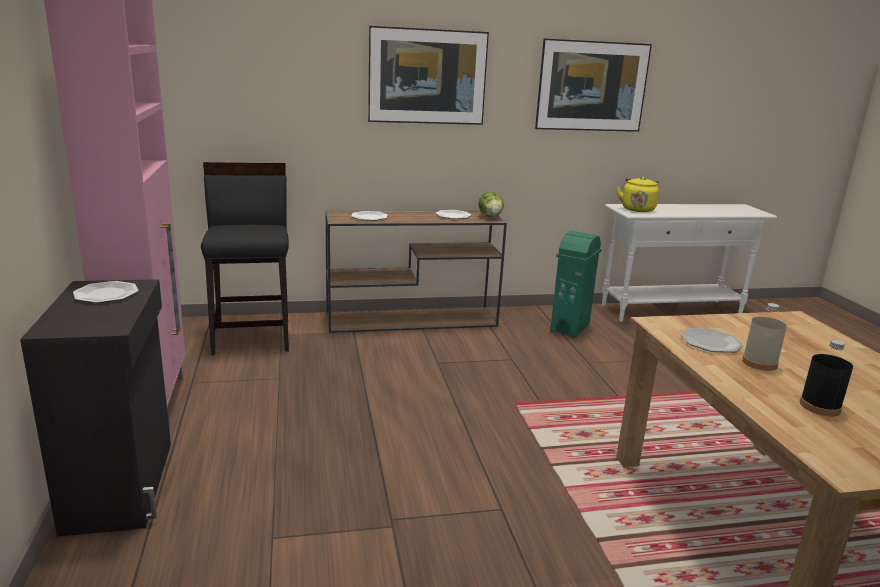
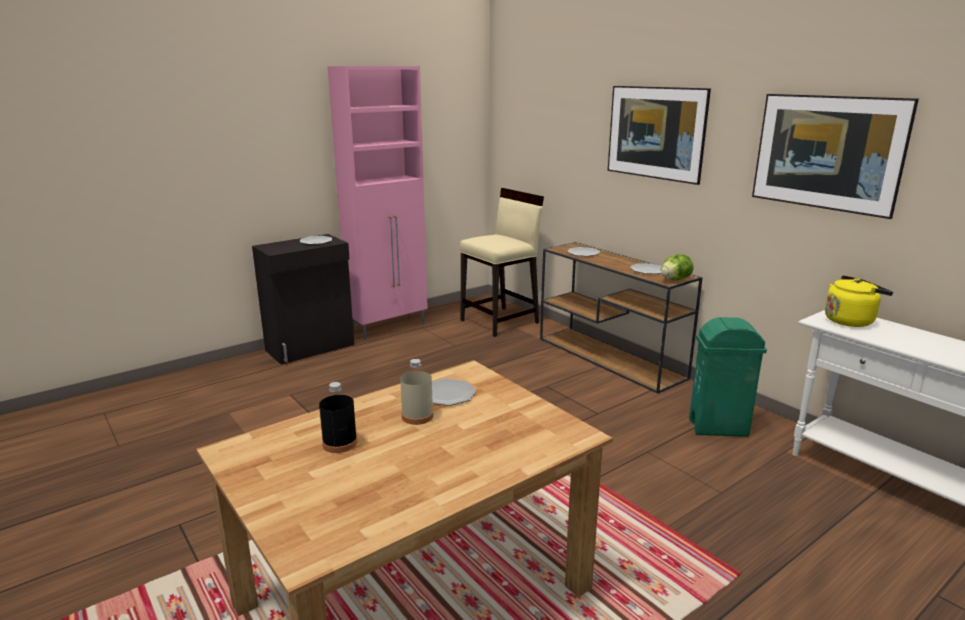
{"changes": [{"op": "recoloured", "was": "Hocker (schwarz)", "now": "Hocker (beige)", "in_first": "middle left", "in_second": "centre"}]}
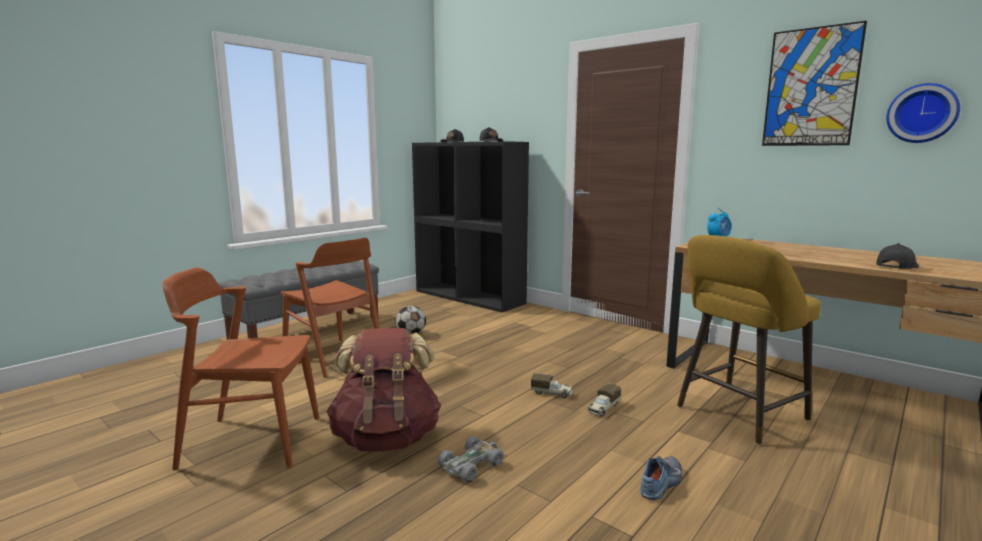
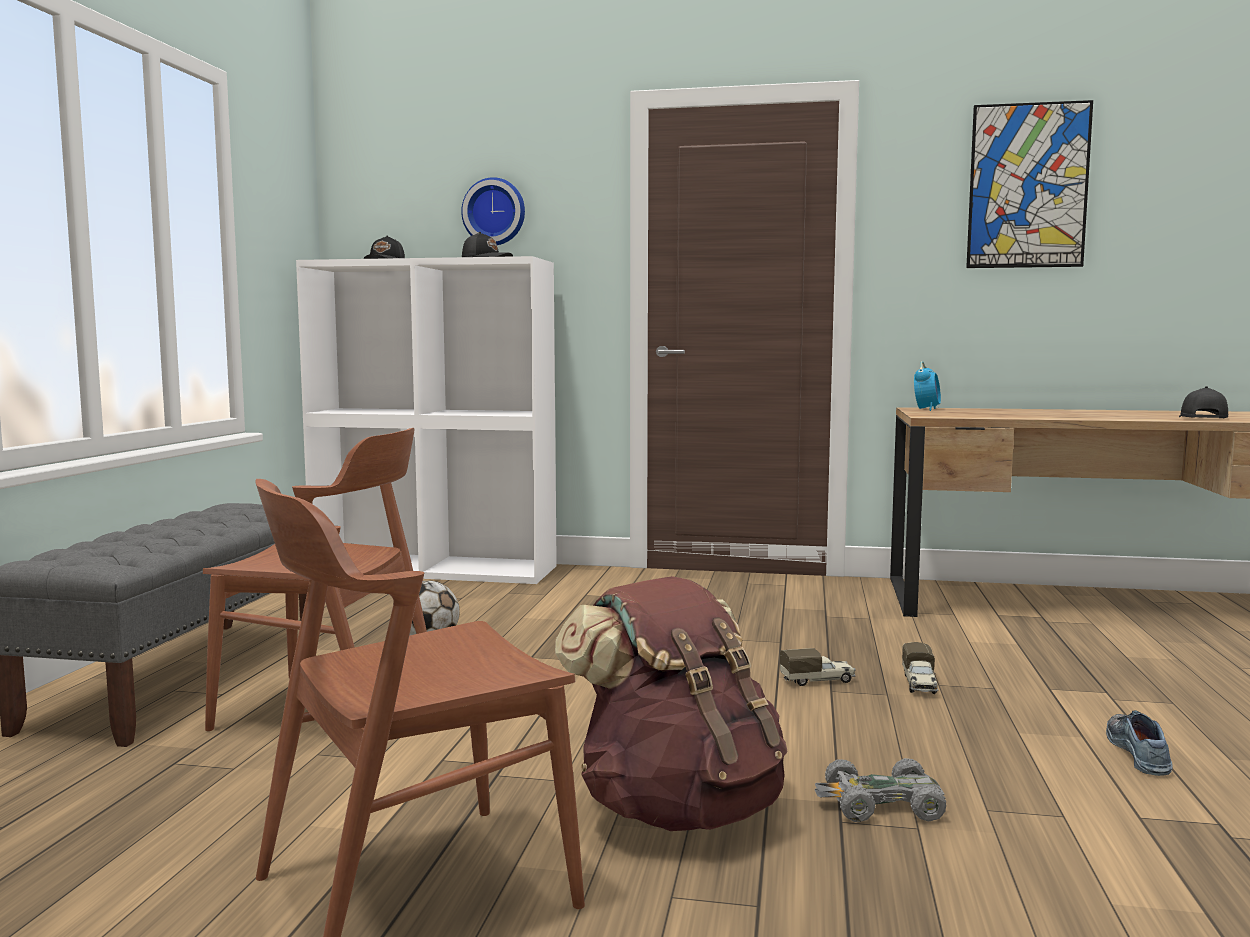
{"changes": [{"op": "recoloured", "was": "Bücherregal (schwarz)", "now": "Bücherregal (weiß)", "in_first": "centre", "in_second": "centre"}, {"op": "turned", "was": "Spielzeugauto (grau)", "in_first": "bottom centre", "in_second": "bottom right", "clockwise": -105}, {"op": "removed", "was": "Hocker (gelb)", "in_first": "middle right"}, {"op": "moved", "was": "Wanduhr", "in_first": "top right", "in_second": "top centre"}]}
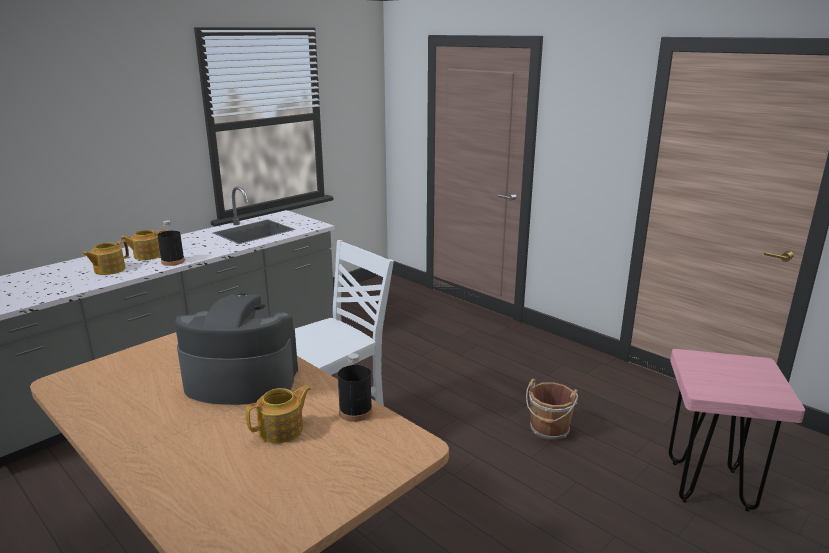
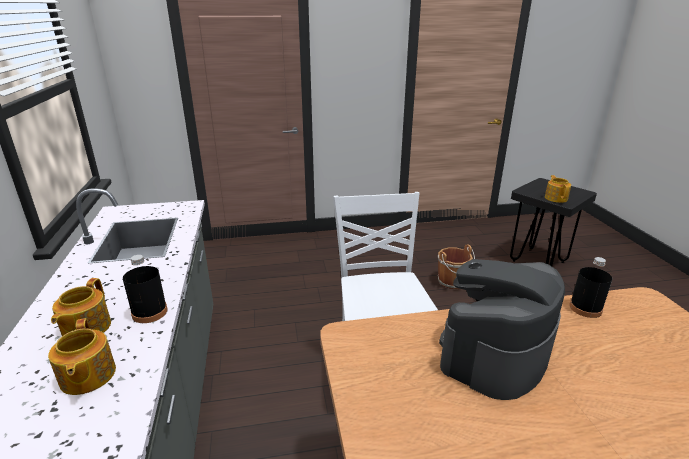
{"changes": [{"op": "moved", "was": "Teekanne (3rd from left)", "in_first": "bottom centre", "in_second": "middle right"}, {"op": "recoloured", "was": "Hocker (rosa)", "now": "Hocker (schwarz)", "in_first": "bottom right", "in_second": "middle right"}]}
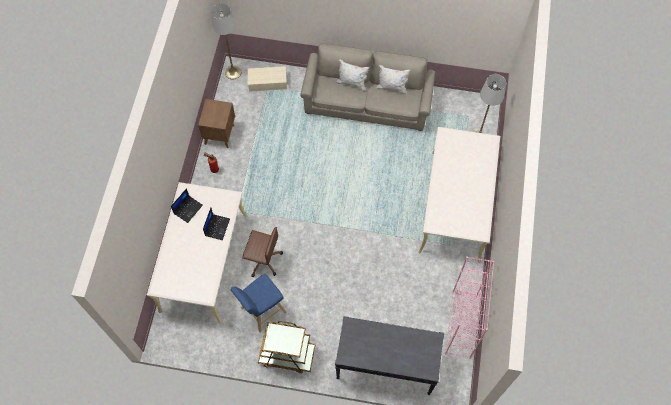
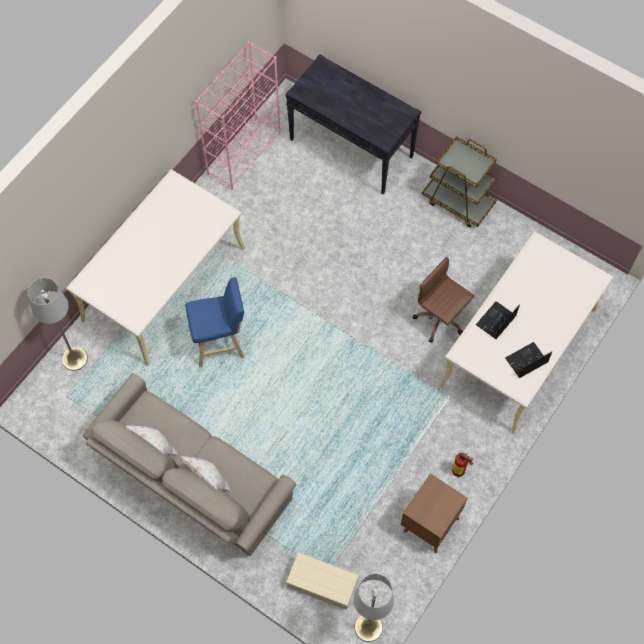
{"changes": [{"op": "moved", "was": "Hocker (blau)", "in_first": "bottom centre", "in_second": "centre"}]}
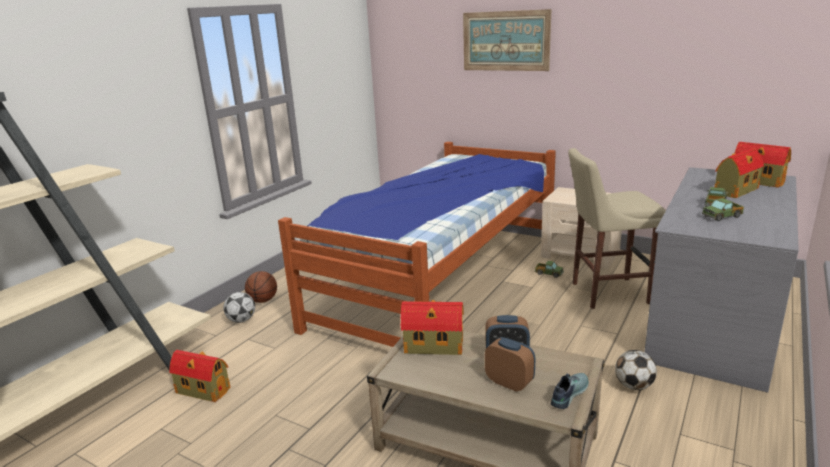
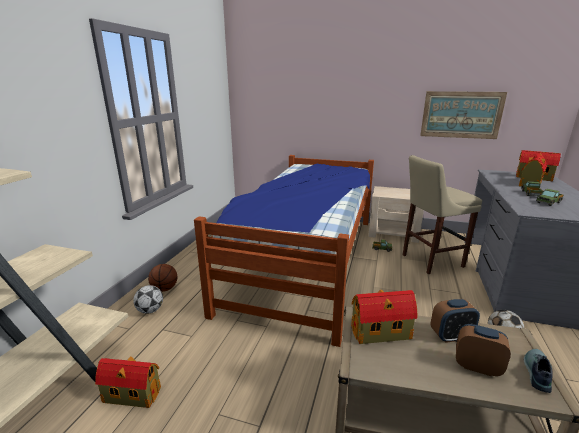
{"changes": [{"op": "moved", "was": "Bild", "in_first": "top centre", "in_second": "top right"}]}
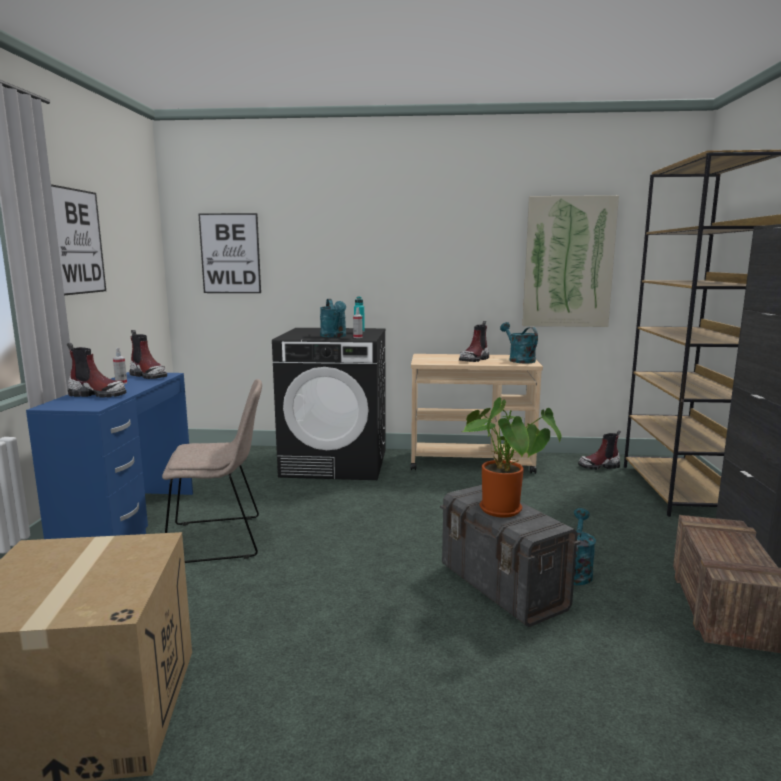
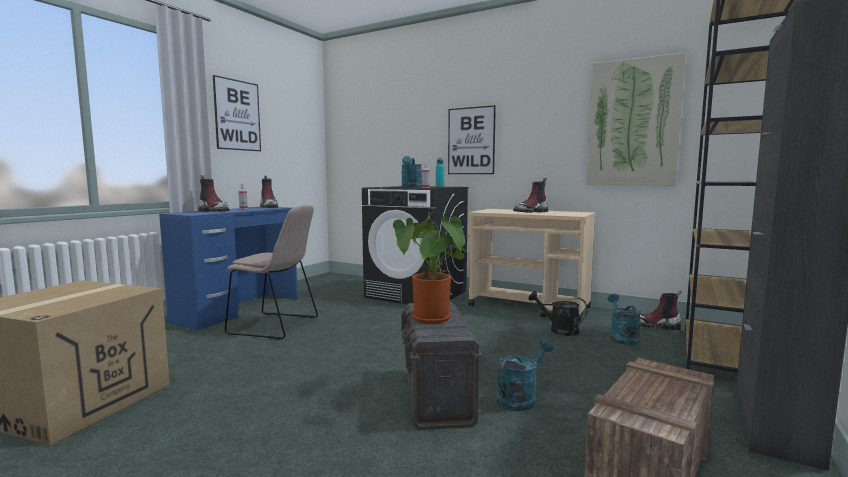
{"changes": [{"op": "moved", "was": "Bild (2nd from left)", "in_first": "top left", "in_second": "top centre"}, {"op": "moved", "was": "Gießkanne (türkis) (2nd from left in the first image)", "now": "Gießkanne (türkis) (3rd from left)", "in_first": "centre", "in_second": "bottom right"}, {"op": "added", "now": "Gießkanne (schwarz)", "in_second": "centre"}]}
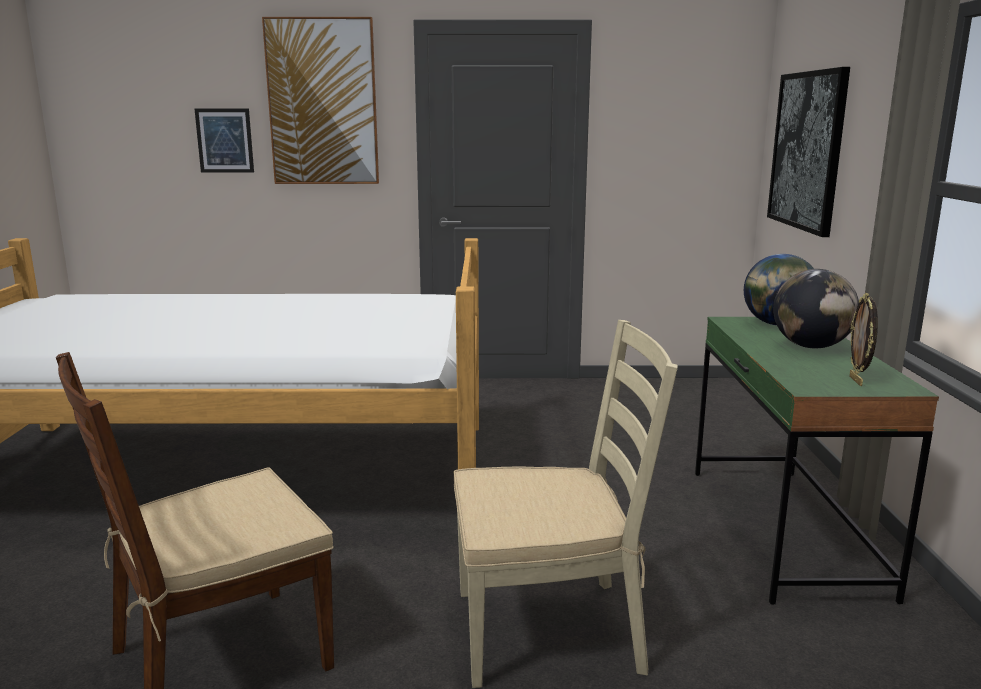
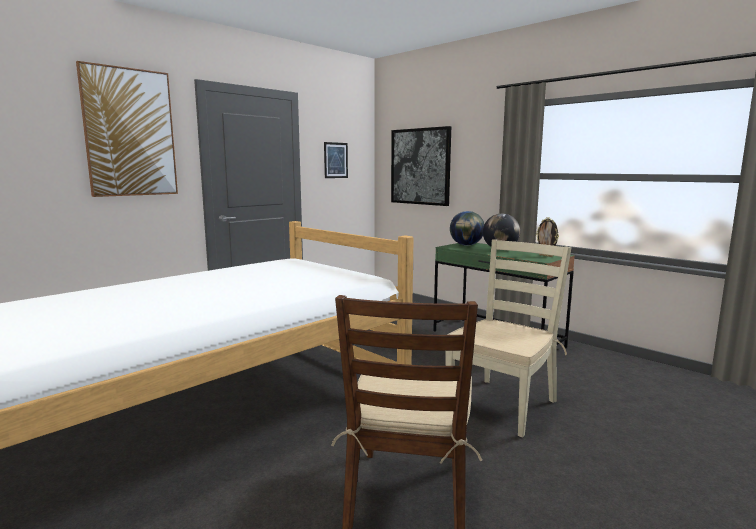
{"changes": [{"op": "moved", "was": "Bild (1st from left in the first image)", "now": "Bild (2nd from left)", "in_first": "top left", "in_second": "top centre"}]}
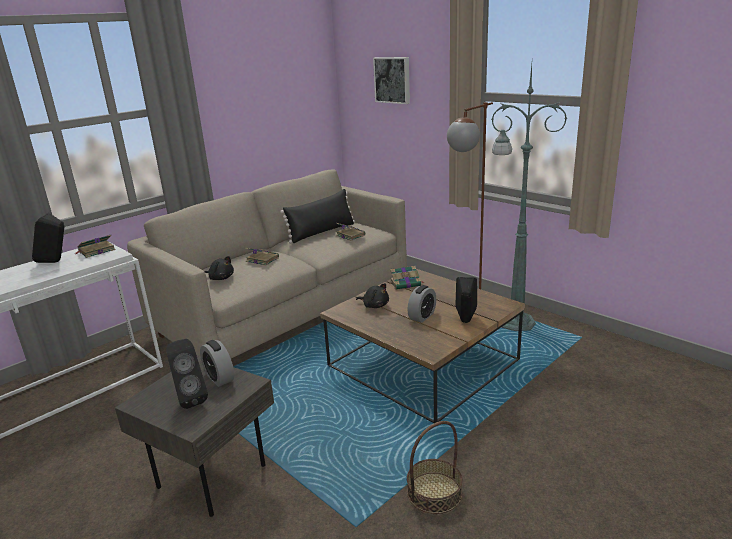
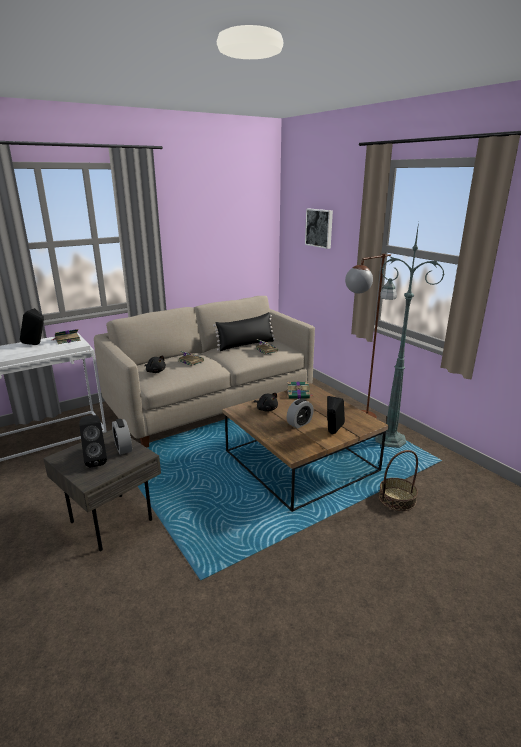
{"changes": [{"op": "moved", "was": "Korb", "in_first": "bottom centre", "in_second": "middle right"}]}
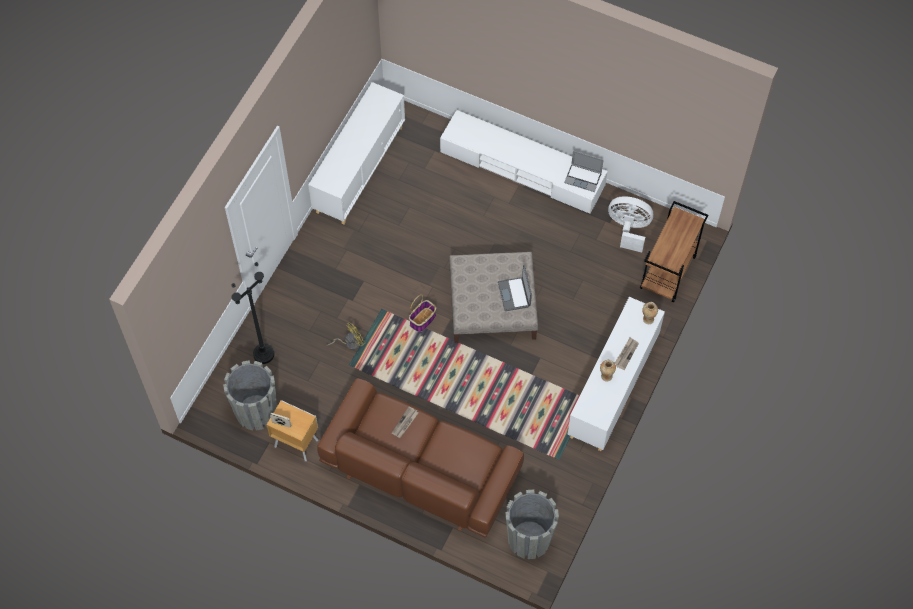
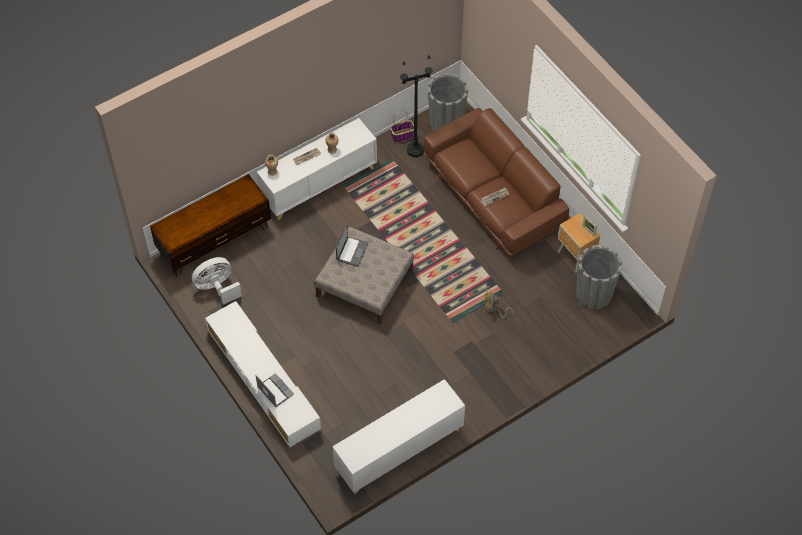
{"changes": [{"op": "moved", "was": "Stehlampe (schwarz)", "in_first": "middle left", "in_second": "top centre"}, {"op": "moved", "was": "Korb", "in_first": "centre", "in_second": "top centre"}, {"op": "moved", "was": "Laptop (2nd from left in the first image)", "now": "Laptop (1st from left)", "in_first": "top centre", "in_second": "bottom centre"}, {"op": "turned", "was": "Ventilator (weiß)", "in_first": "middle right", "in_second": "middle left", "clockwise": 105}, {"op": "replaced", "was": "Rollwagen (braun)", "now": "Fernsehschrank (braun)", "in_first": "middle right", "in_second": "middle left"}]}
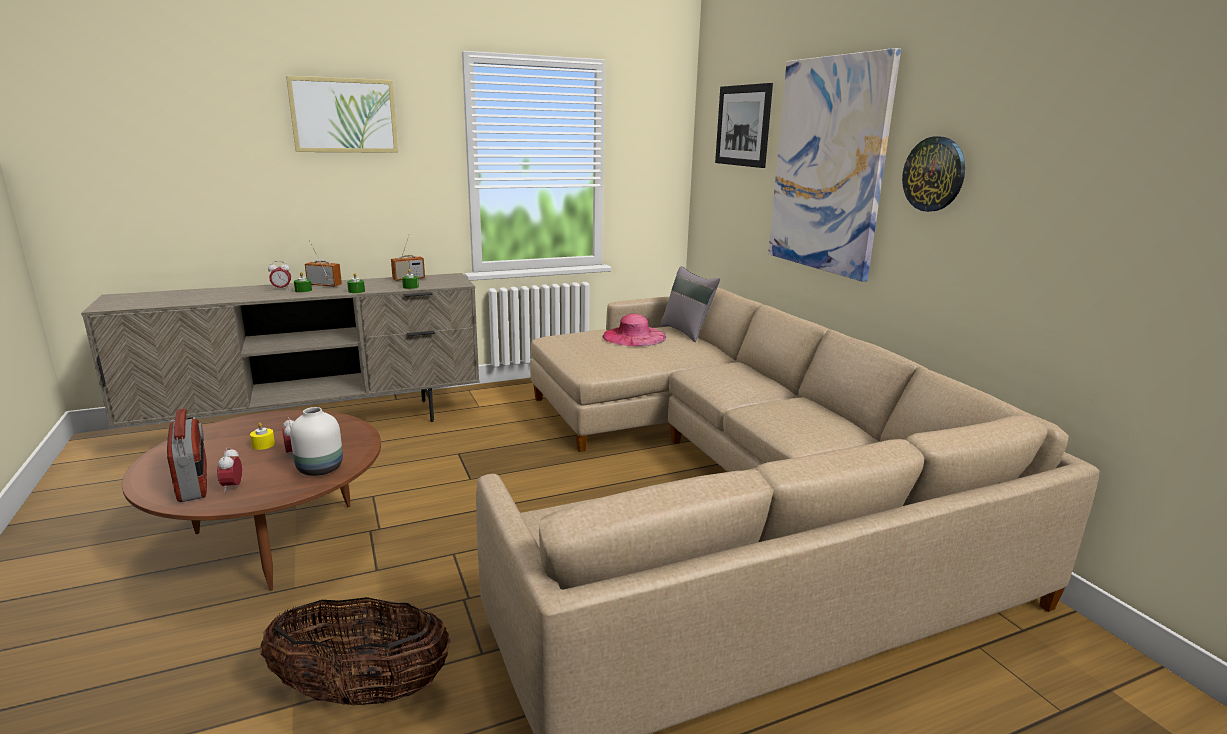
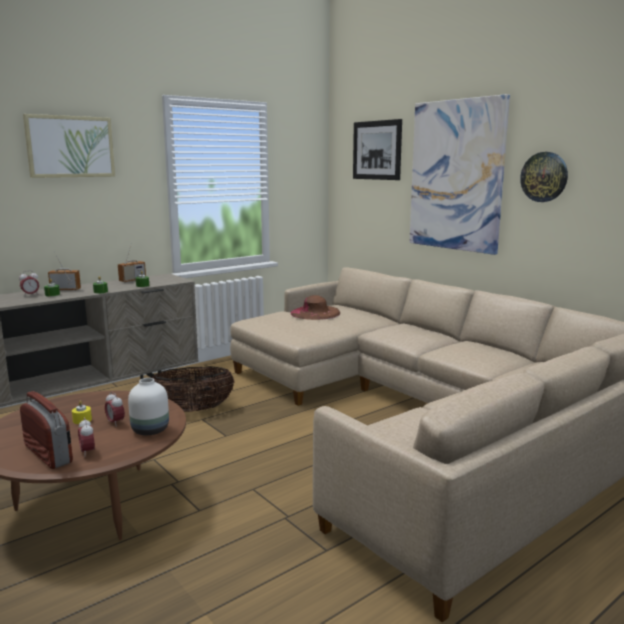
{"changes": [{"op": "moved", "was": "Korb", "in_first": "bottom left", "in_second": "middle left"}, {"op": "recoloured", "was": "Hut (rosa)", "now": "Hut (braun)", "in_first": "centre", "in_second": "centre"}, {"op": "removed", "was": "Kissen (grau)", "in_first": "centre"}]}
